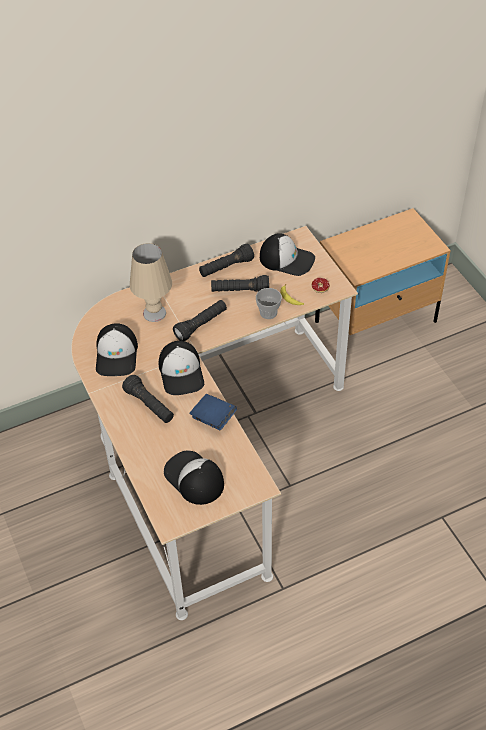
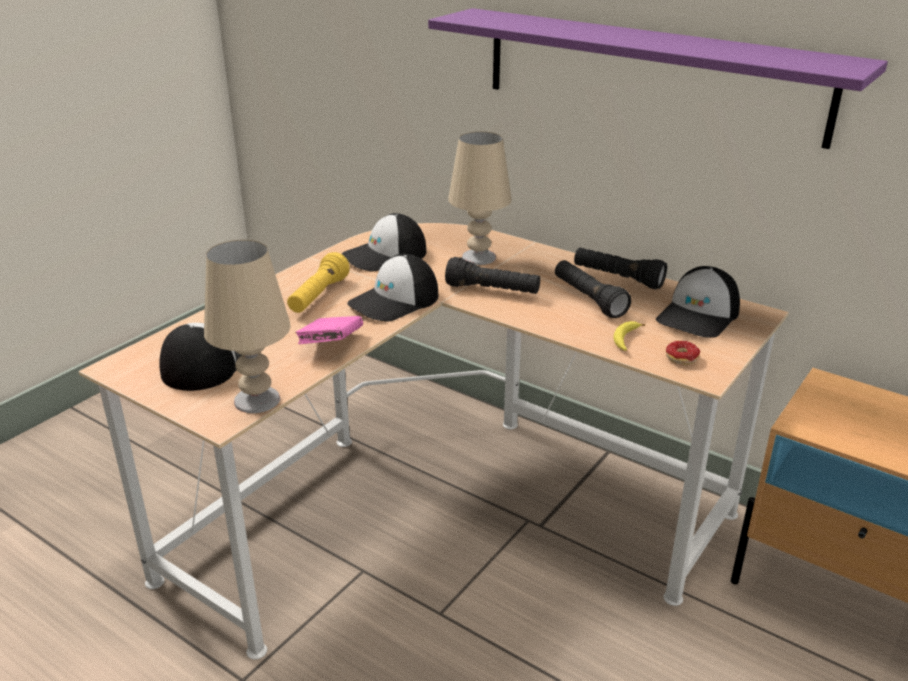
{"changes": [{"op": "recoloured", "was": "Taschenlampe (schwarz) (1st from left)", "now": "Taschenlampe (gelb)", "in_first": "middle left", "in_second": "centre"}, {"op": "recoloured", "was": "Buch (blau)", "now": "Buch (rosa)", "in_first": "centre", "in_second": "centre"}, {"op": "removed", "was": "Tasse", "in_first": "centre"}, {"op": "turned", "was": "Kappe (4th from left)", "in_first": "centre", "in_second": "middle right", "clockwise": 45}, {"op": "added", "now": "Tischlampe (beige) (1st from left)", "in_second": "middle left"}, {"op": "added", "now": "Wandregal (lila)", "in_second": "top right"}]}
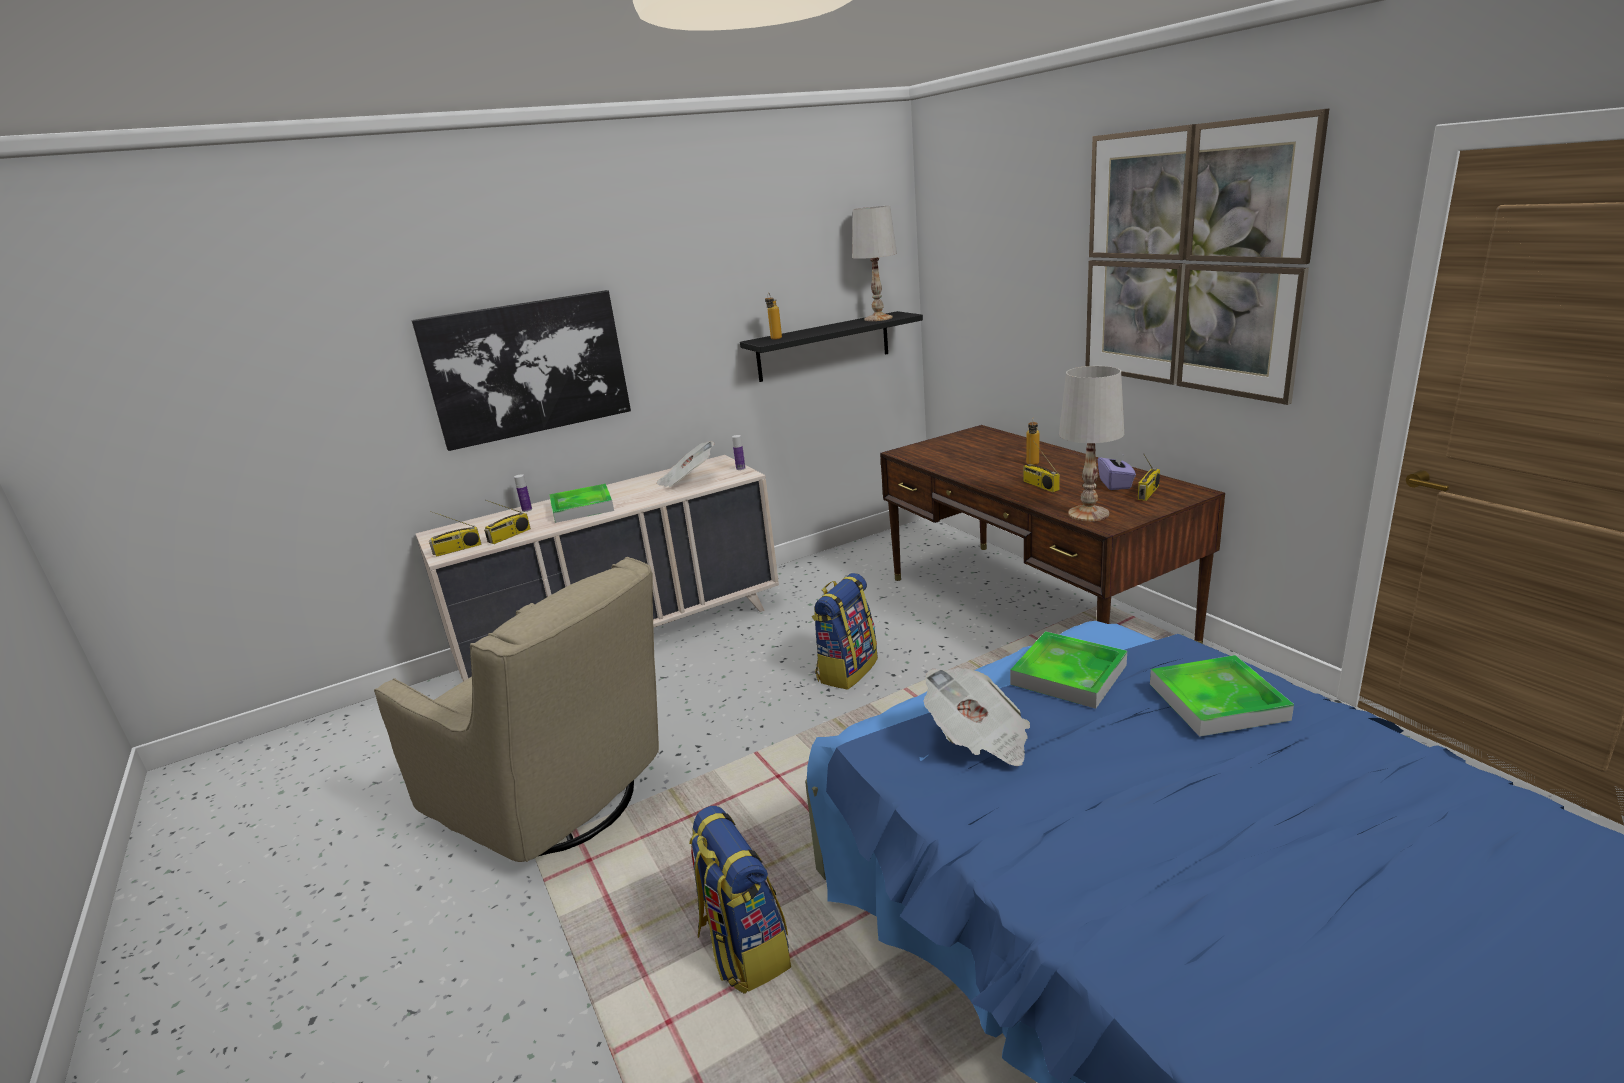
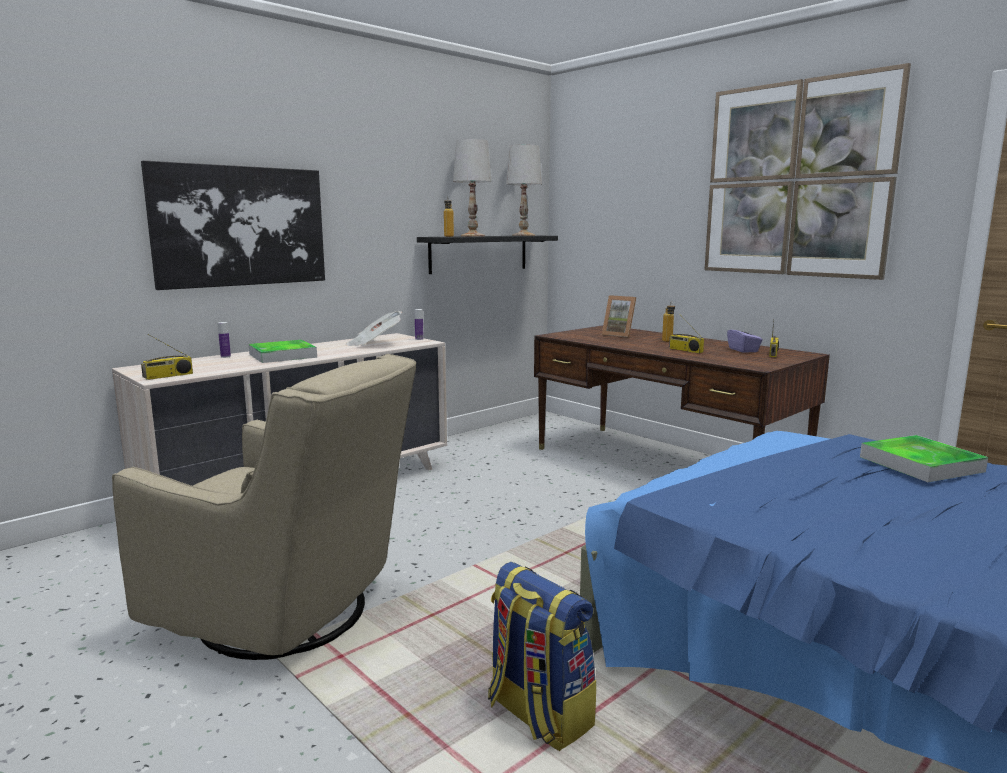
{"changes": [{"op": "removed", "was": "Radio (2nd from left)", "in_first": "middle left"}, {"op": "removed", "was": "Rucksack (2nd from left)", "in_first": "centre"}, {"op": "removed", "was": "Zeitung (2nd from left)", "in_first": "centre"}, {"op": "removed", "was": "Tablett (2nd from left)", "in_first": "centre"}, {"op": "moved", "was": "Tischlampe (weiß) (2nd from left in the first image)", "now": "Tischlampe (weiß) (1st from left)", "in_first": "middle right", "in_second": "top centre"}, {"op": "added", "now": "Bilderrahmen", "in_second": "centre"}]}
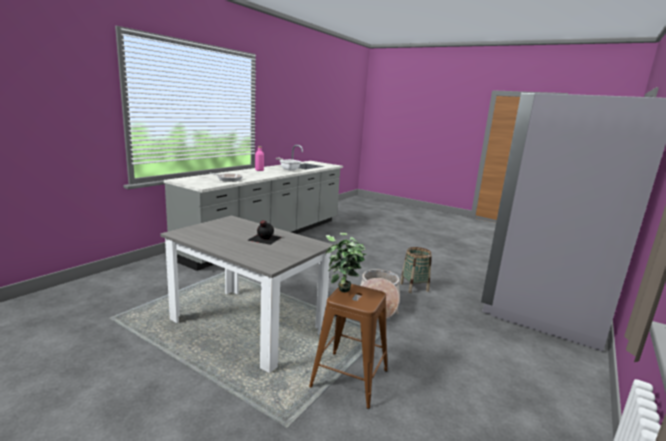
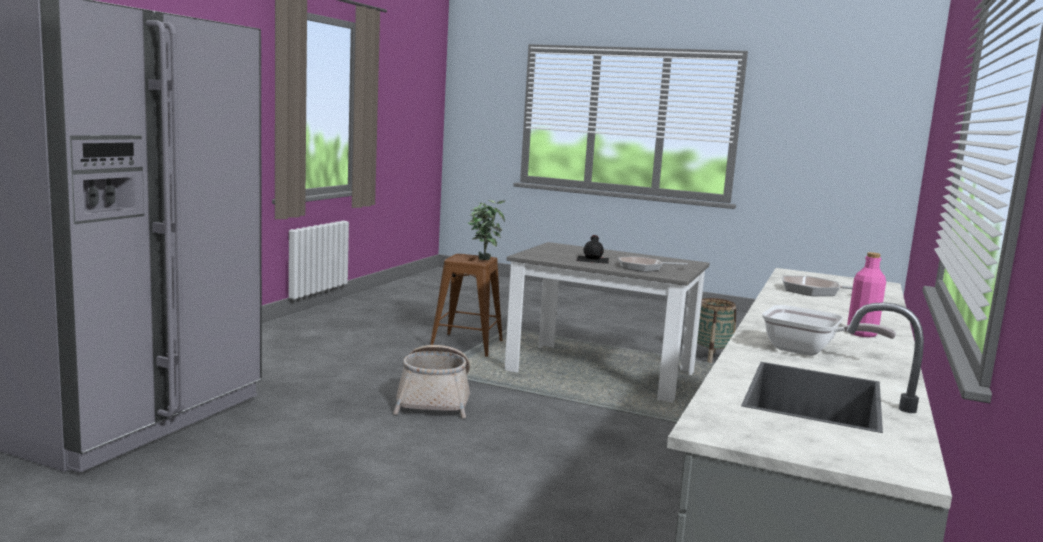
{"changes": [{"op": "moved", "was": "Korb (2nd from left)", "in_first": "centre", "in_second": "middle right"}, {"op": "added", "now": "Pfanne (1st from left)", "in_second": "centre"}]}
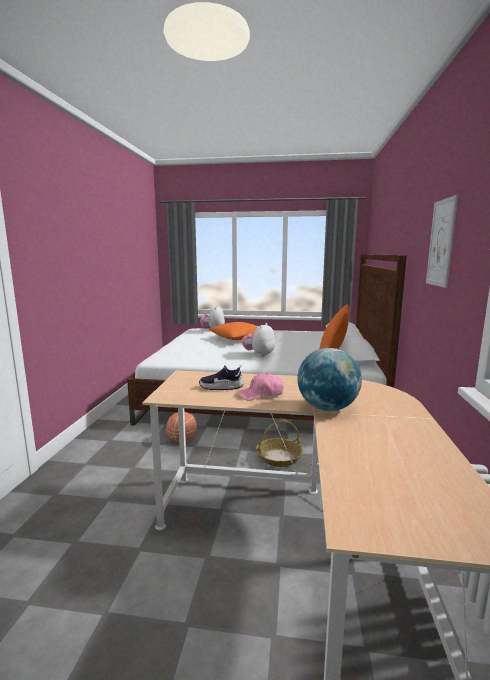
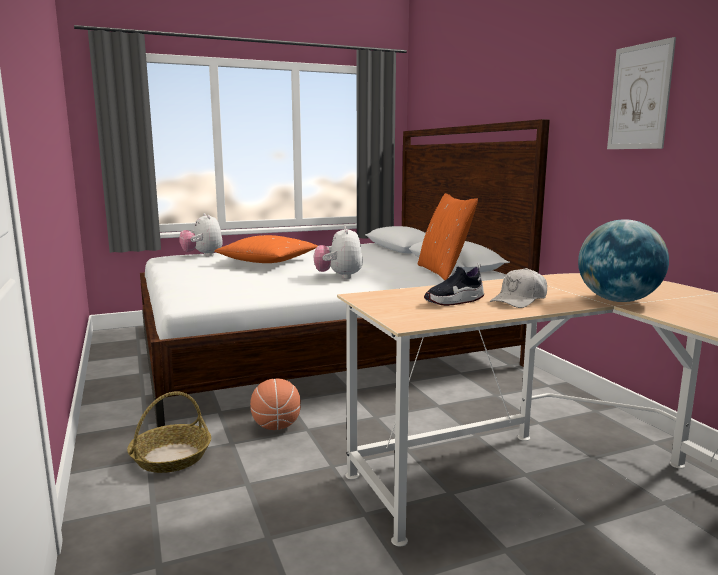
{"changes": [{"op": "recoloured", "was": "Kappe (rosa)", "now": "Kappe (weiß)", "in_first": "centre", "in_second": "middle right"}, {"op": "moved", "was": "Korb", "in_first": "centre", "in_second": "bottom left"}]}
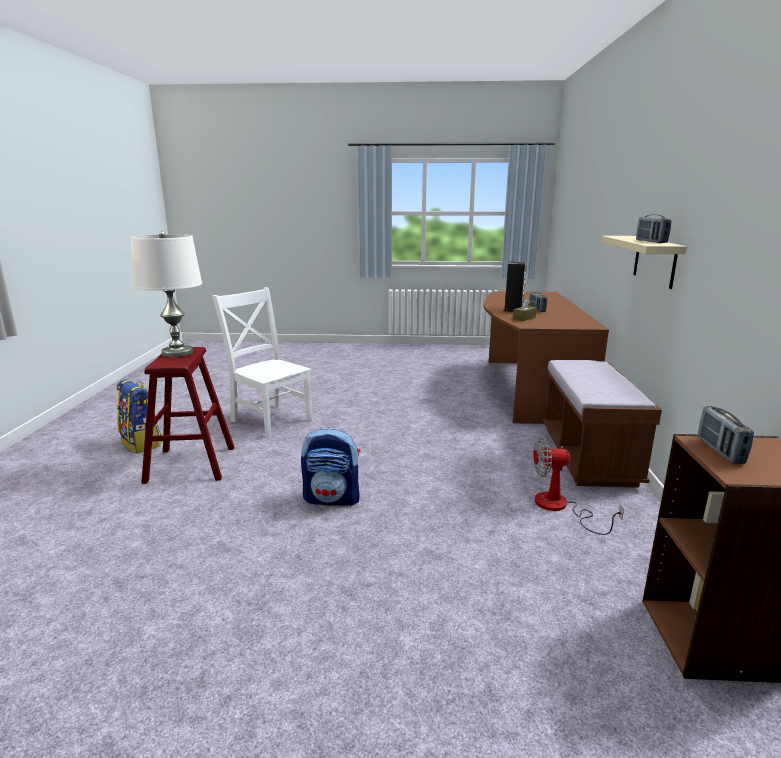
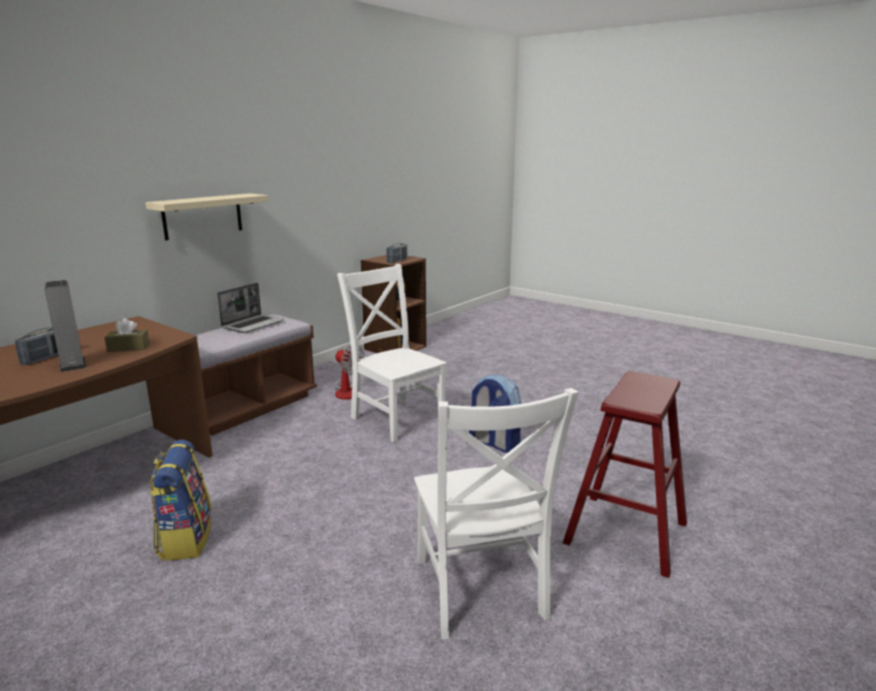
{"changes": [{"op": "moved", "was": "Rucksack (1st from left)", "in_first": "middle left", "in_second": "bottom left"}, {"op": "removed", "was": "Tischlampe (weiß)", "in_first": "middle left"}, {"op": "removed", "was": "Radio (2nd from left)", "in_first": "top right"}, {"op": "added", "now": "Laptop", "in_second": "middle left"}, {"op": "added", "now": "Stuhl (weiß) (1st from left)", "in_second": "centre"}]}
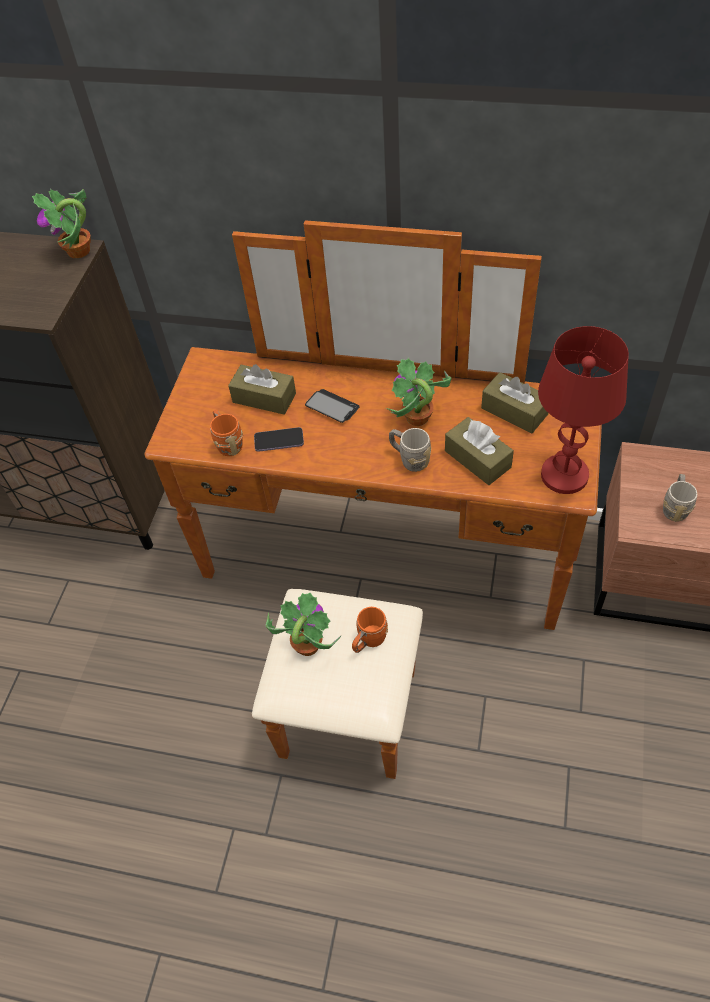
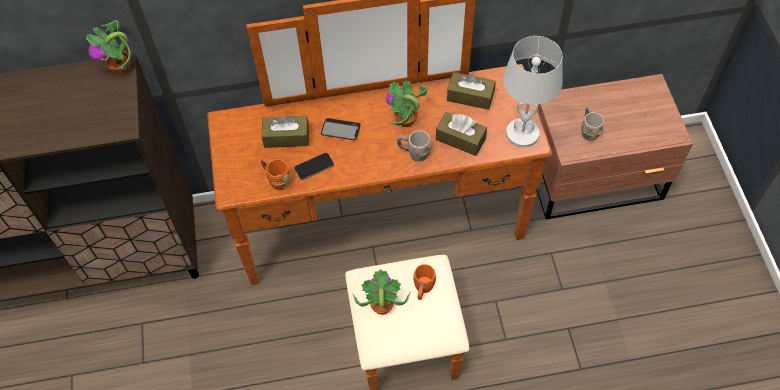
{"changes": [{"op": "recoloured", "was": "Tischlampe (rot)", "now": "Tischlampe (weiß)", "in_first": "middle right", "in_second": "top right"}]}
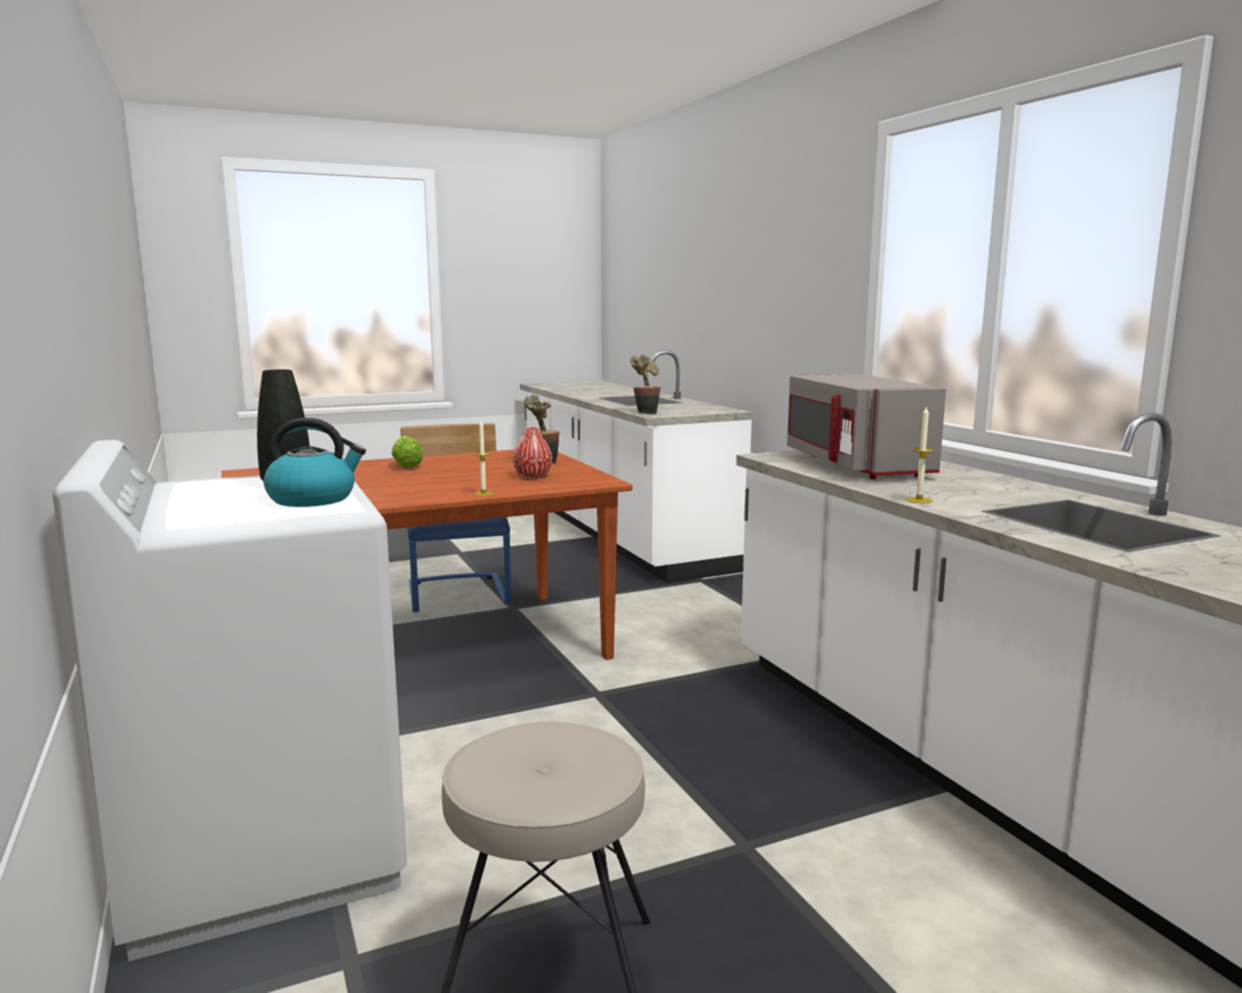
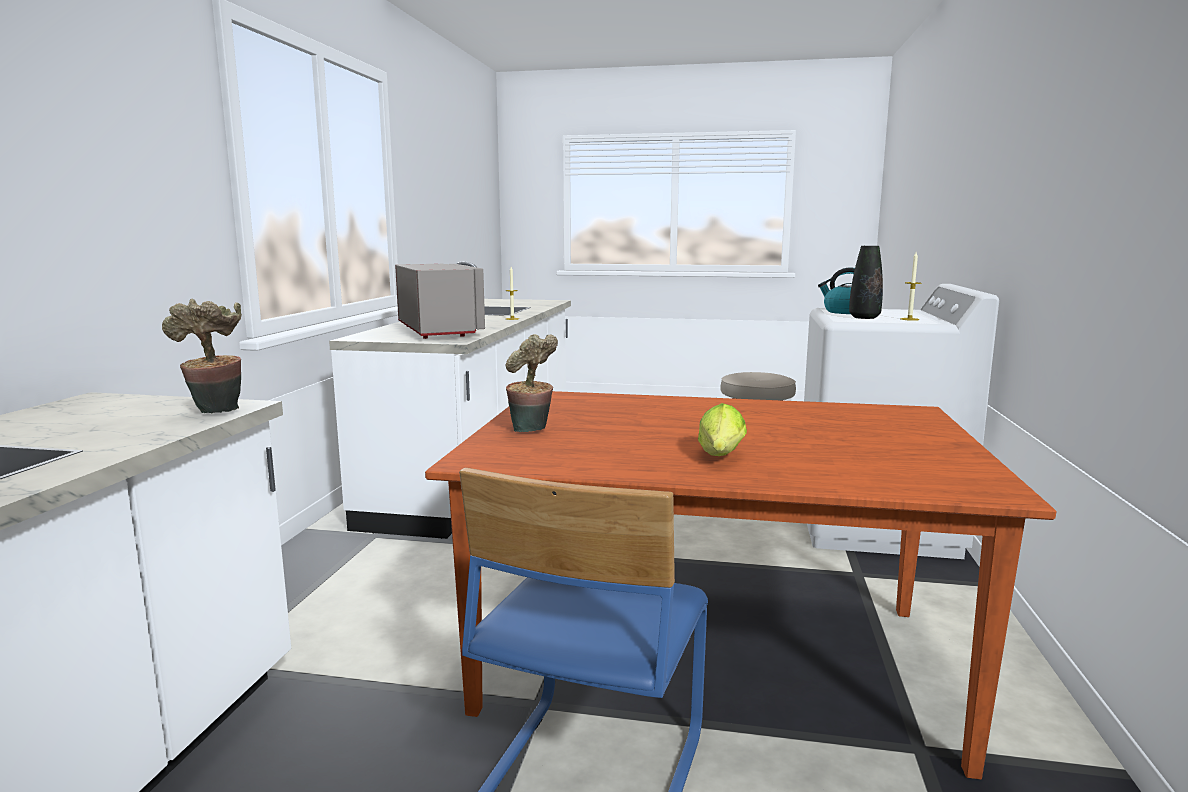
{"changes": [{"op": "moved", "was": "Kerze (1st from left in the first image)", "now": "Kerze (2nd from left)", "in_first": "centre", "in_second": "middle right"}, {"op": "removed", "was": "Vase (rot)", "in_first": "centre"}, {"op": "turned", "was": "Mikrowelle (grau)", "in_first": "middle right", "in_second": "centre", "clockwise": -45}]}
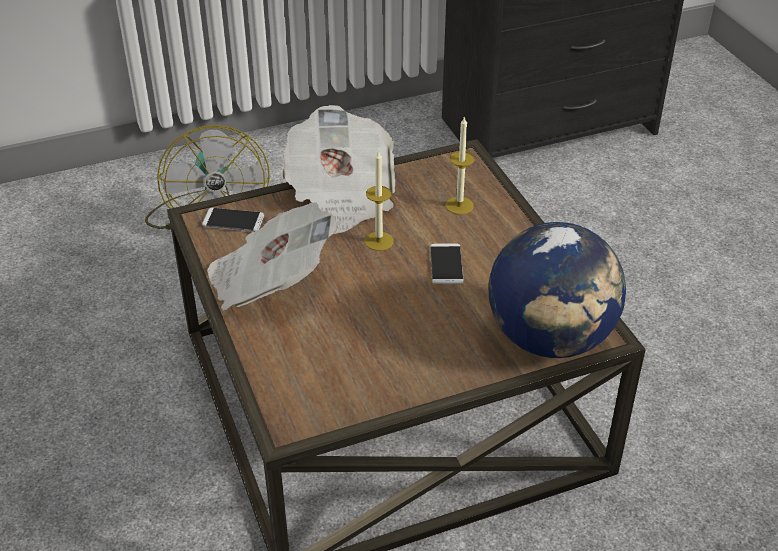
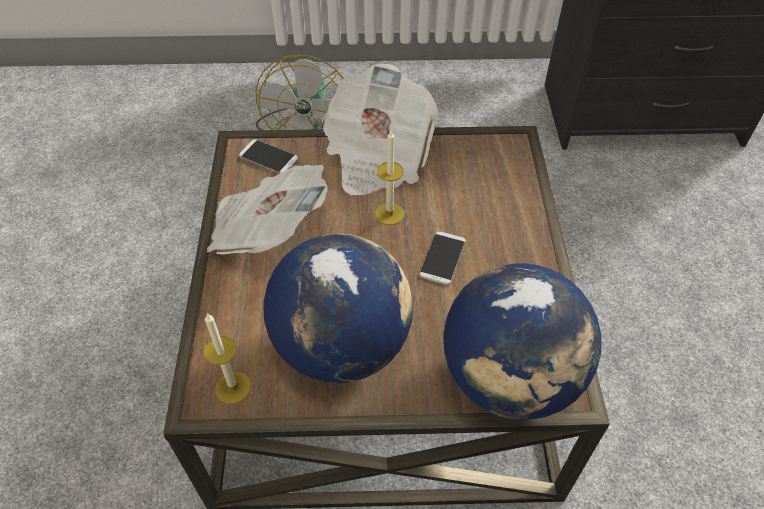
{"changes": [{"op": "moved", "was": "Kerze (2nd from left in the first image)", "now": "Kerze (1st from left)", "in_first": "top centre", "in_second": "bottom left"}, {"op": "added", "now": "Globus (1st from left)", "in_second": "centre"}]}
